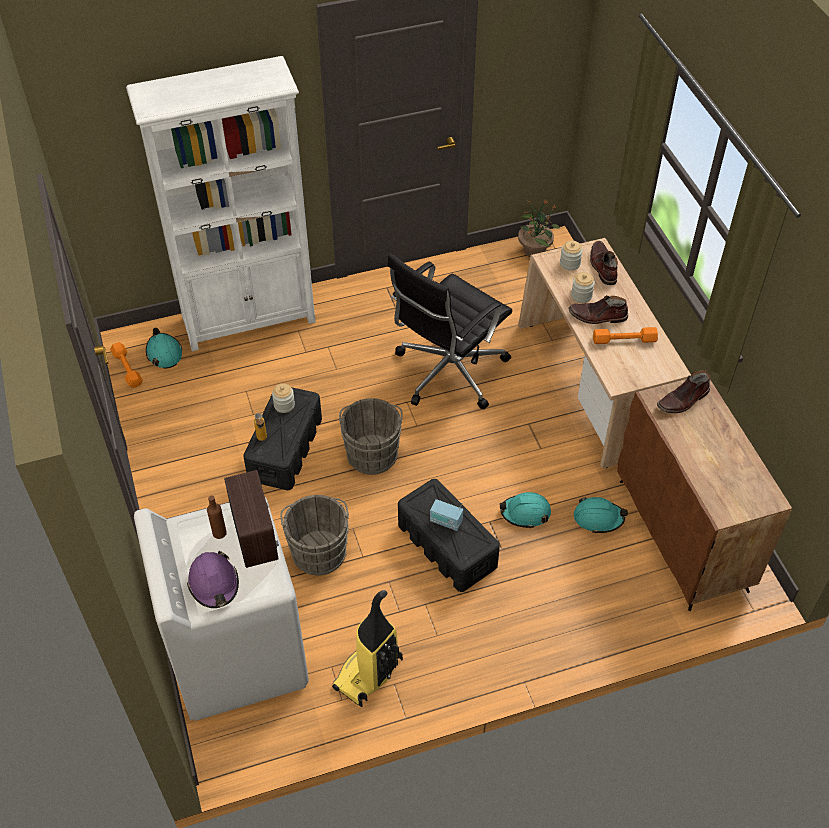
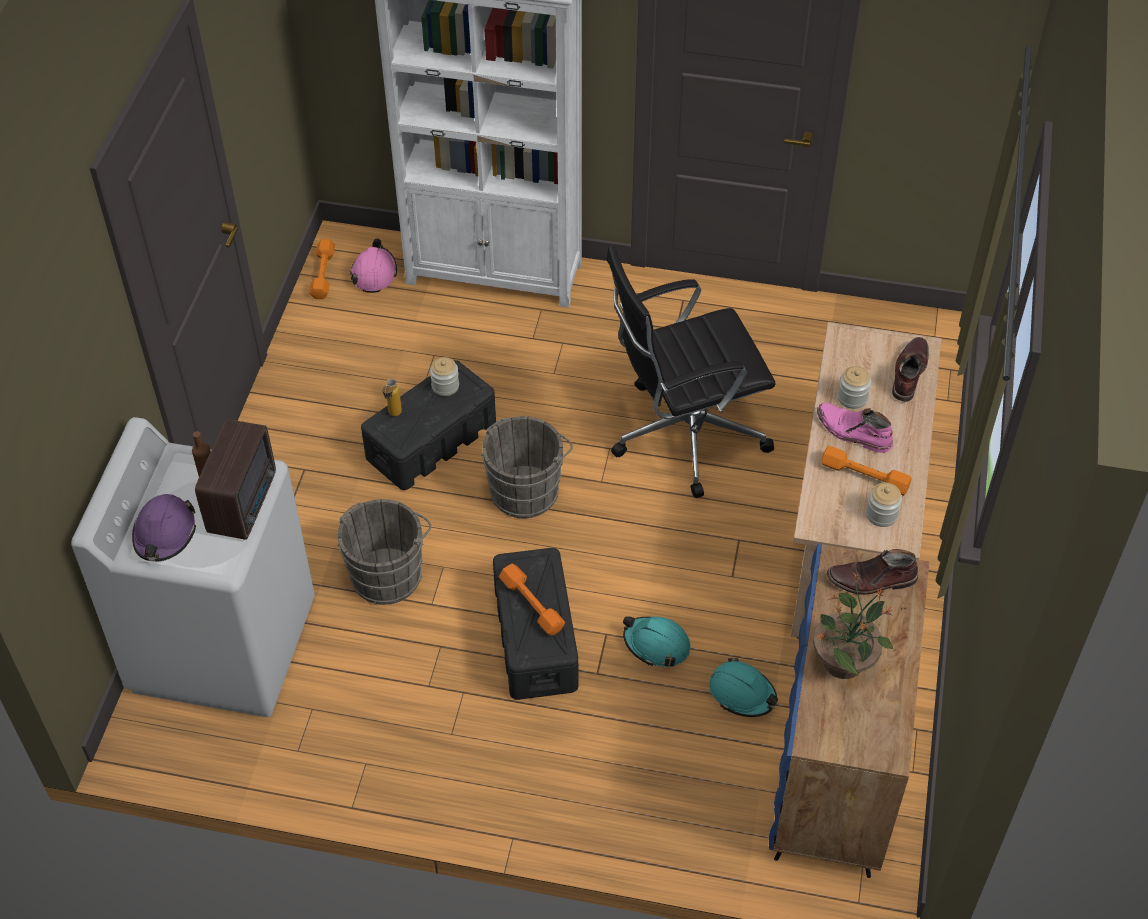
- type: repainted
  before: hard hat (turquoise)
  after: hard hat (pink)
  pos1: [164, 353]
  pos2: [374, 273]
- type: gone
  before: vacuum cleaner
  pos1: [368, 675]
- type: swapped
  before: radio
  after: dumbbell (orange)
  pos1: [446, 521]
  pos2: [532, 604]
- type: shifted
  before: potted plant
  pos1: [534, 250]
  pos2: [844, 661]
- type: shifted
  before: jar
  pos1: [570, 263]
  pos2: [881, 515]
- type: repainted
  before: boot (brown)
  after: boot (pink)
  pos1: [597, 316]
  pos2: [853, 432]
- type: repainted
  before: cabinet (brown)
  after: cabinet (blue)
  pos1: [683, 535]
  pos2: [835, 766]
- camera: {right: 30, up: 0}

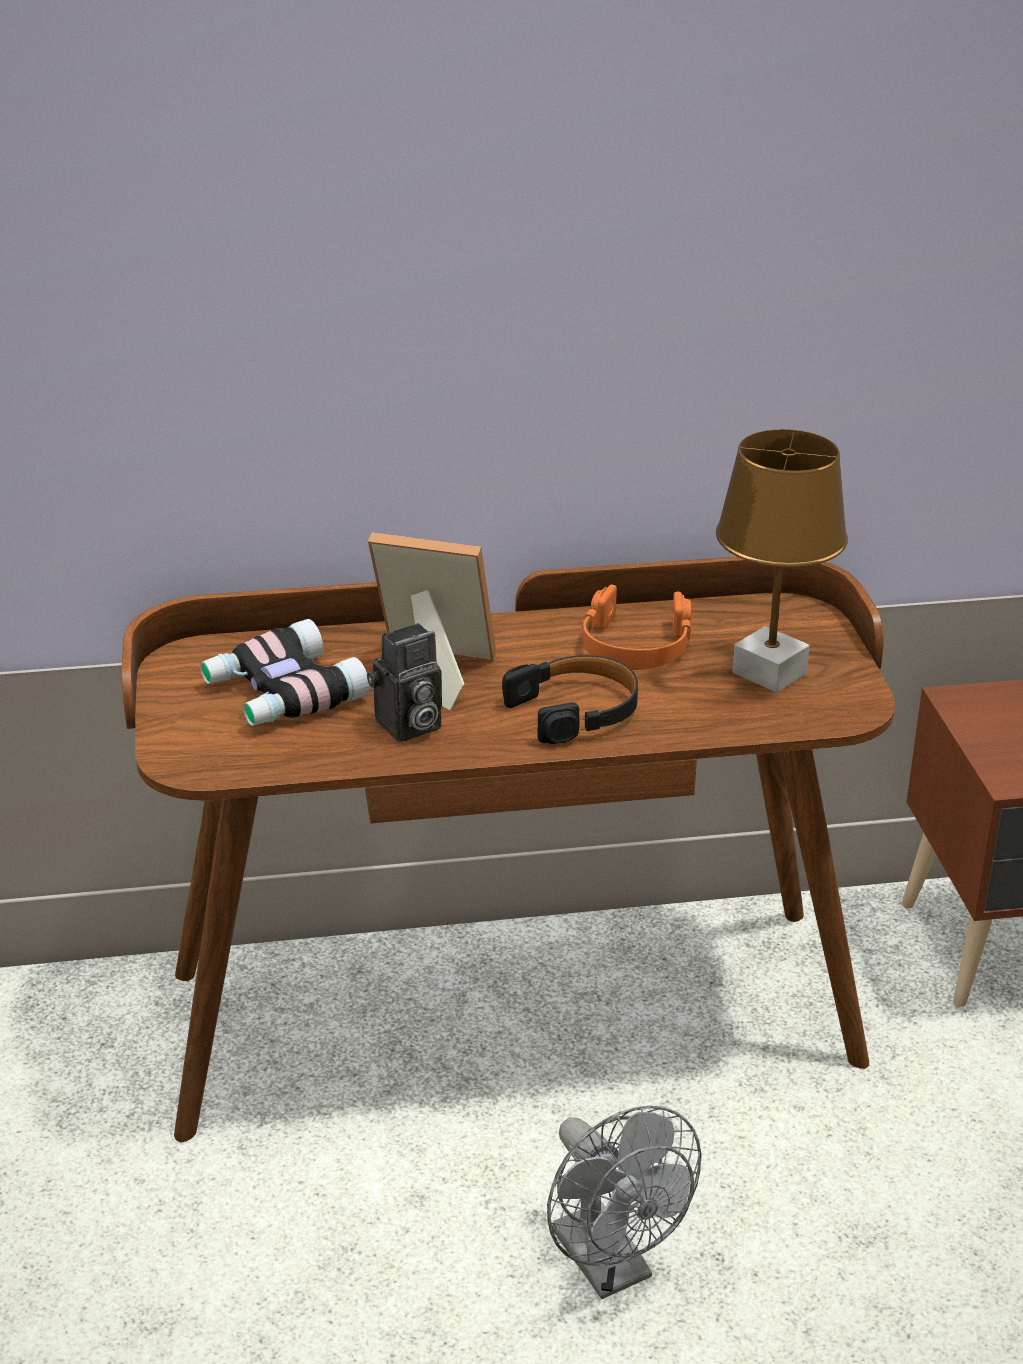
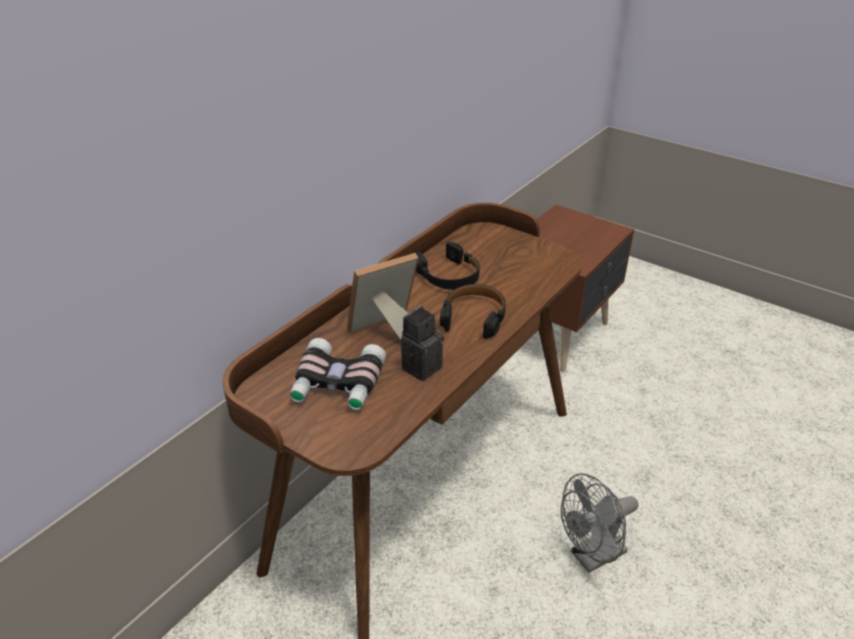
- type: rotated
  before: photo camera
  pos1: [407, 727]
  pos2: [421, 366]
  turn: -150
- type: rotated
  before: fan (grey)
  pos1: [612, 1267]
  pos2: [592, 557]
  turn: 135
- type: repainted
  before: headphones (orange)
  after: headphones (black)
  pos1: [635, 646]
  pos2: [449, 276]
- type: gone
  before: table lamp (brown)
  pos1: [768, 673]
- camera: {right: -45, up: 5}

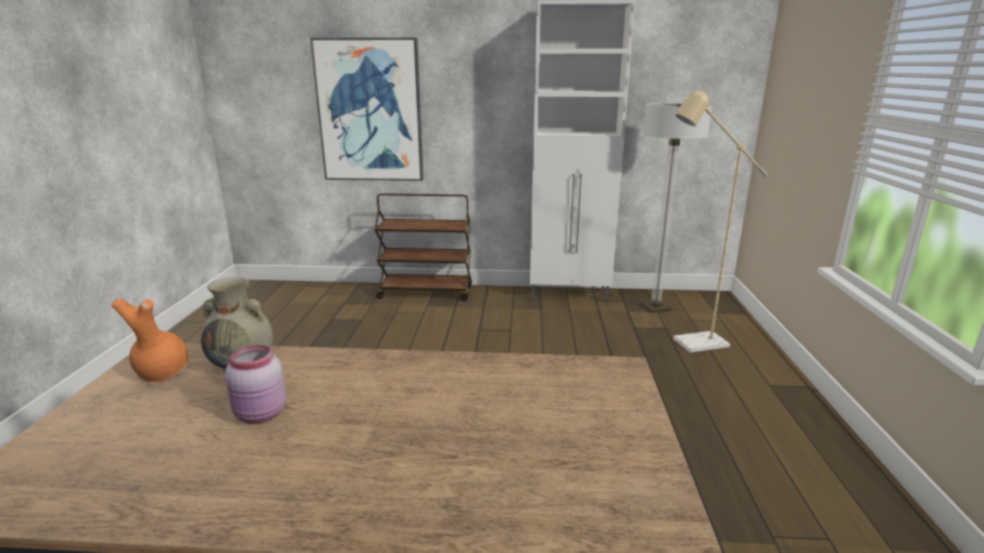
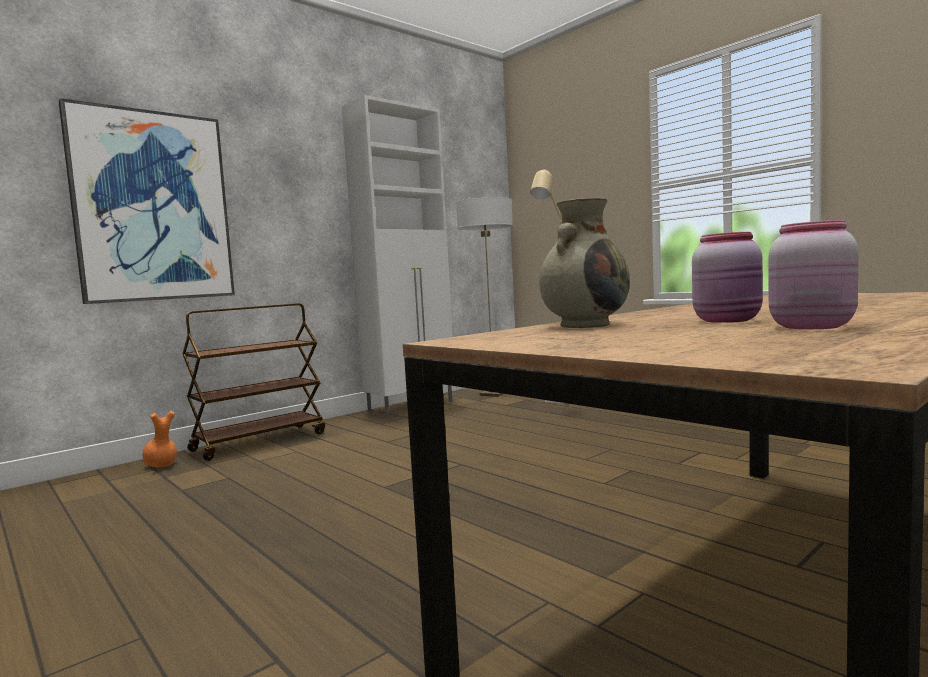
- type: shifted
  before: vase (orange)
  pos1: [161, 374]
  pos2: [161, 465]
- type: new
  after: jar (pink)
  pos2: [809, 326]
- camera: {right: -45, up: -15}

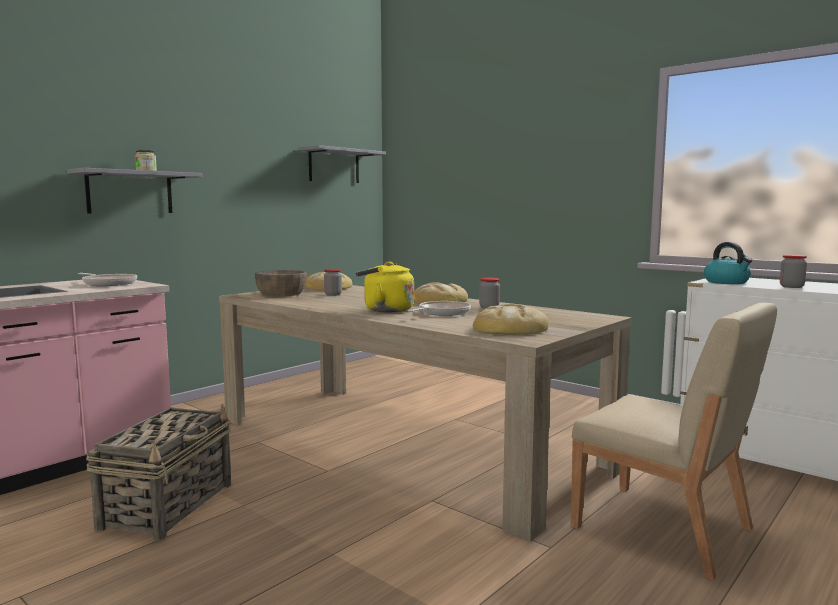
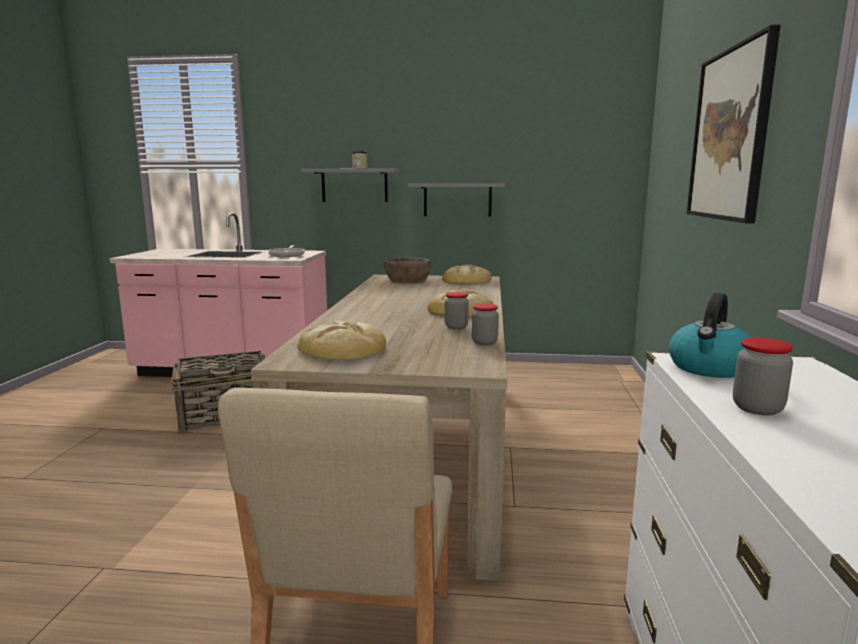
- type: shifted
  before: shelf (grey)
  pos1: [334, 166]
  pos2: [457, 200]
- type: shifted
  before: jar
  pos1: [333, 294]
  pos2: [484, 342]
- type: gone
  before: kettle (yellow)
  pos1: [385, 310]
- type: gone
  before: frying pan
  pos1: [442, 313]
- type: new
  after: picture
  pos2: [729, 135]
- camera: {right: 55, up: 5}

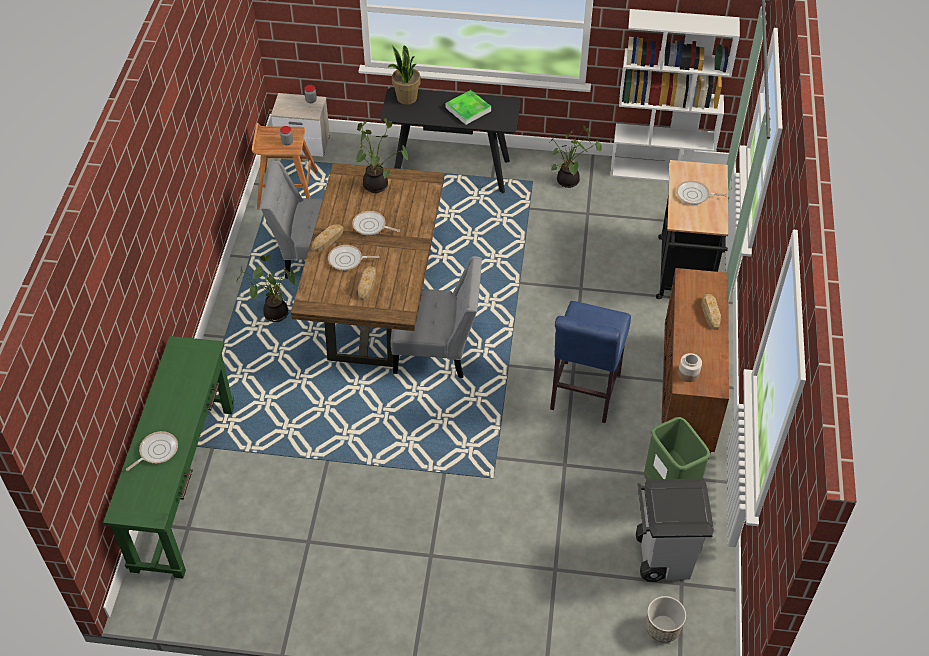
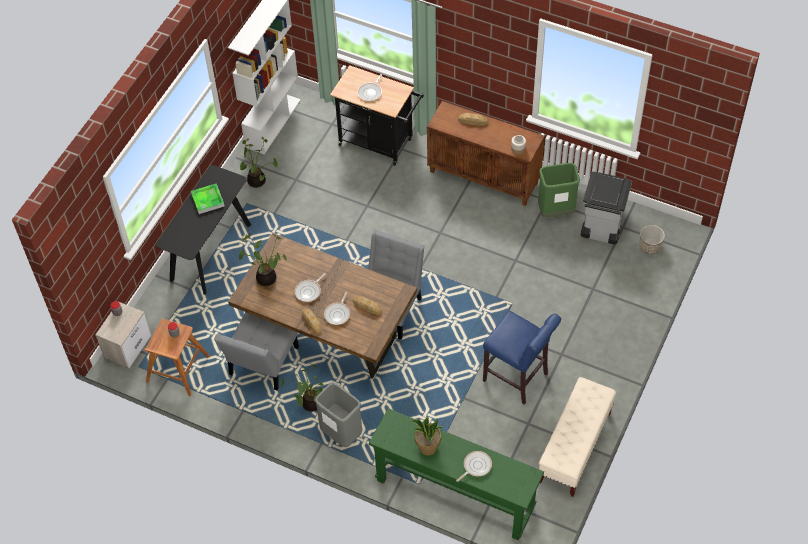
- type: rotated
  before: frying pan
  pos1: [156, 451]
  pos2: [476, 466]
  turn: 75
- type: shifted
  before: potted plant
  pos1: [406, 98]
  pos2: [428, 447]
- type: shifted
  before: stool (blue)
  pos1: [583, 395]
  pos2: [518, 379]
- type: new
  after: trash can (grey)
  pos2: [341, 434]
- type: new
  after: bench (beige)
  pos2: [574, 448]
- camera: {right: -70, up: 5}

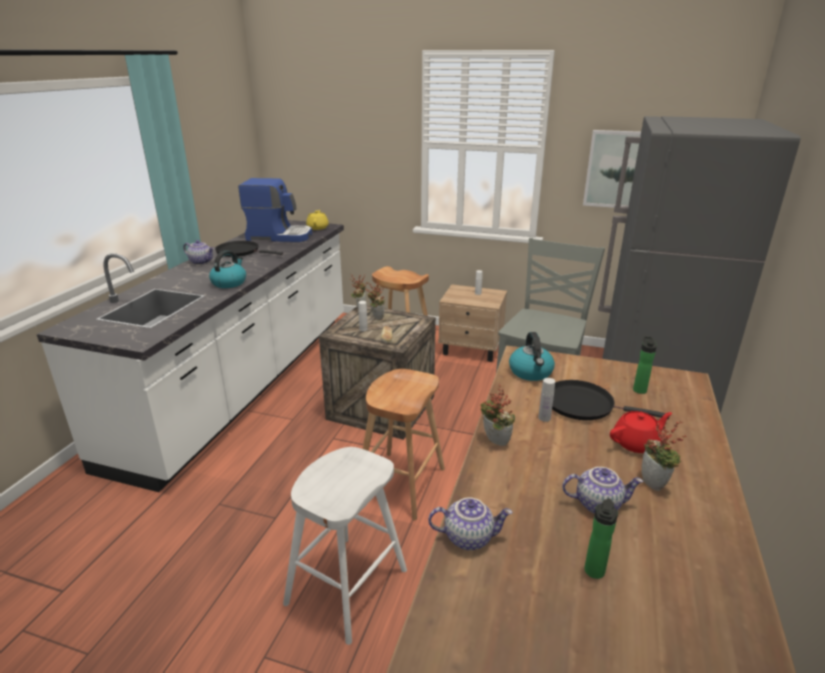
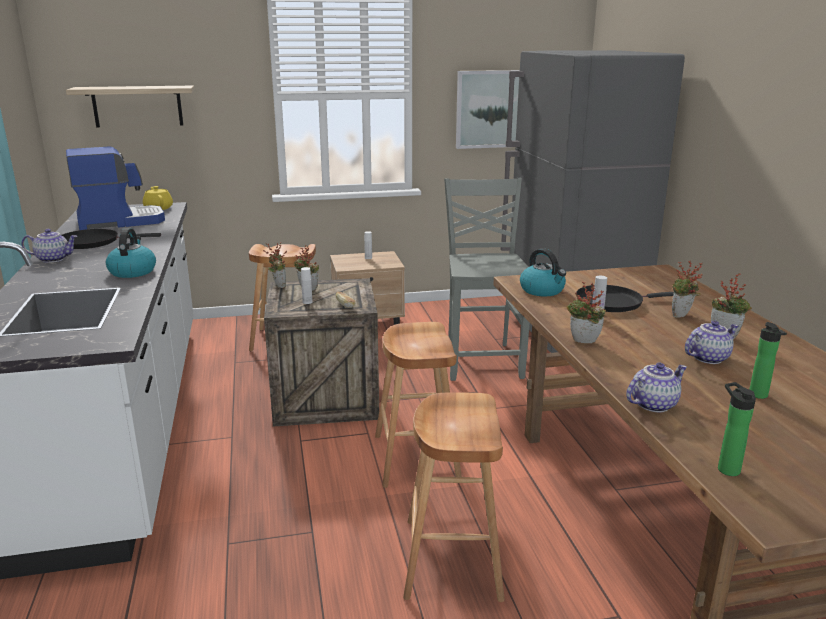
- type: repainted
  before: stool (white)
  after: stool (brown)
  pos1: [346, 587]
  pos2: [452, 559]
- type: swapped
  before: teapot (red)
  after: potted plant
  pos1: [636, 443]
  pos2: [681, 316]
- type: shifted
  before: bottle
  pos1: [639, 389]
  pos2: [726, 468]
- type: new
  after: shelf
  pos2: [137, 106]
- camera: {right: -30, up: -5}

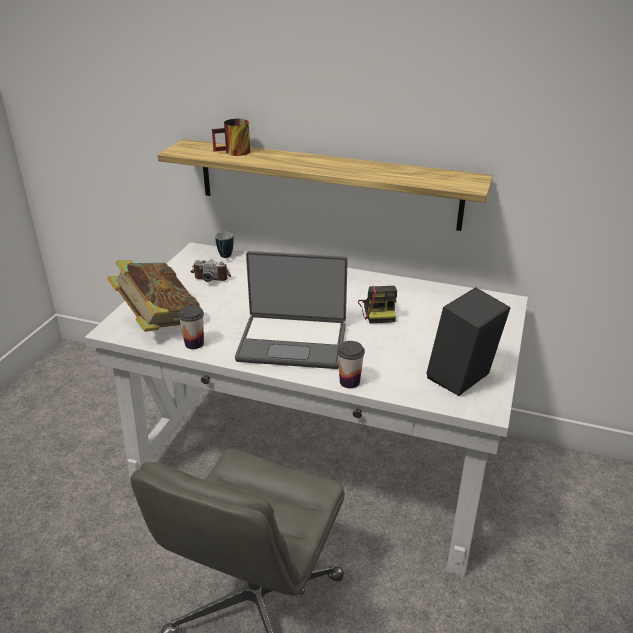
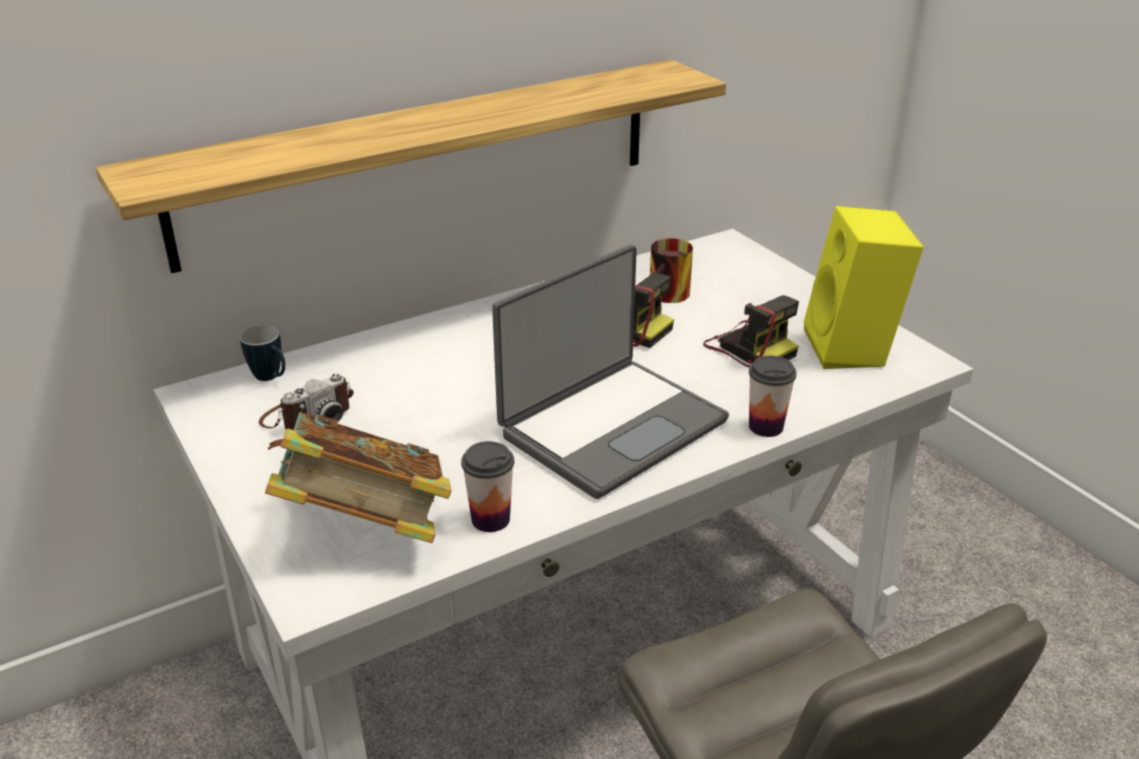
- type: shifted
  before: mug
  pos1: [233, 153]
  pos2: [670, 297]
- type: repainted
  before: speaker (black)
  after: speaker (yellow)
  pos1: [461, 380]
  pos2: [853, 350]
- type: new
  after: photo camera
  pos2: [749, 348]
- camera: {right: -50, up: 0}

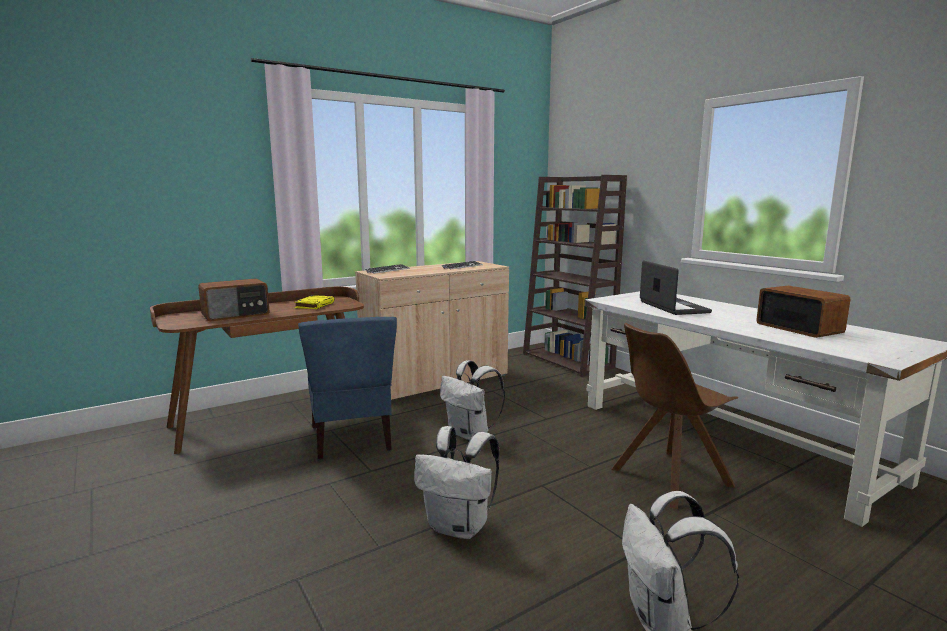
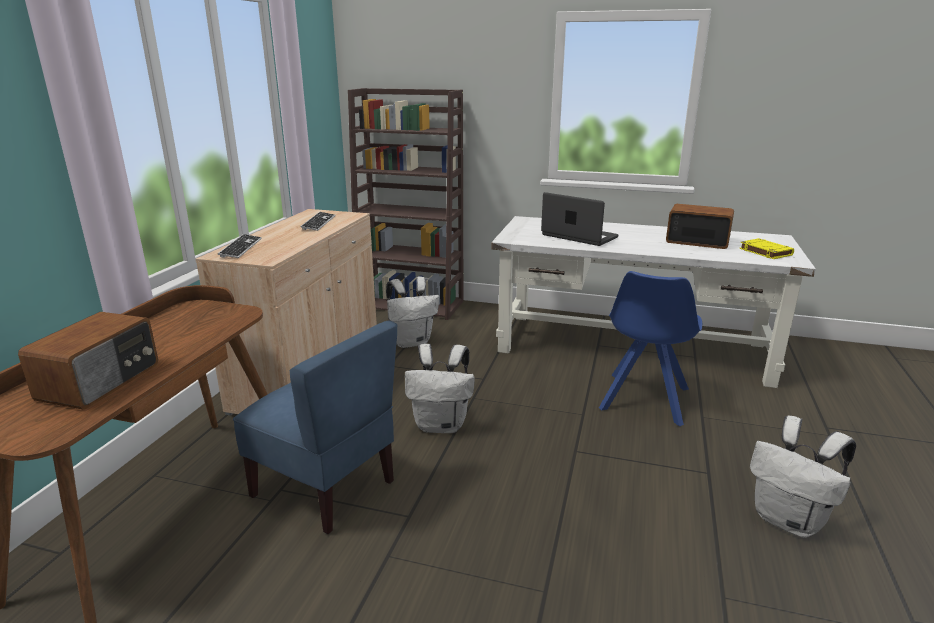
- type: shifted
  before: book (yellow)
  pos1: [315, 305]
  pos2: [765, 252]
- type: shifted
  before: backpack (white)
  pos1: [459, 527]
  pos2: [411, 342]
- type: repainted
  before: chair (brown)
  after: chair (blue)
  pos1: [668, 478]
  pos2: [644, 400]
- camera: {right: -40, up: 10}

